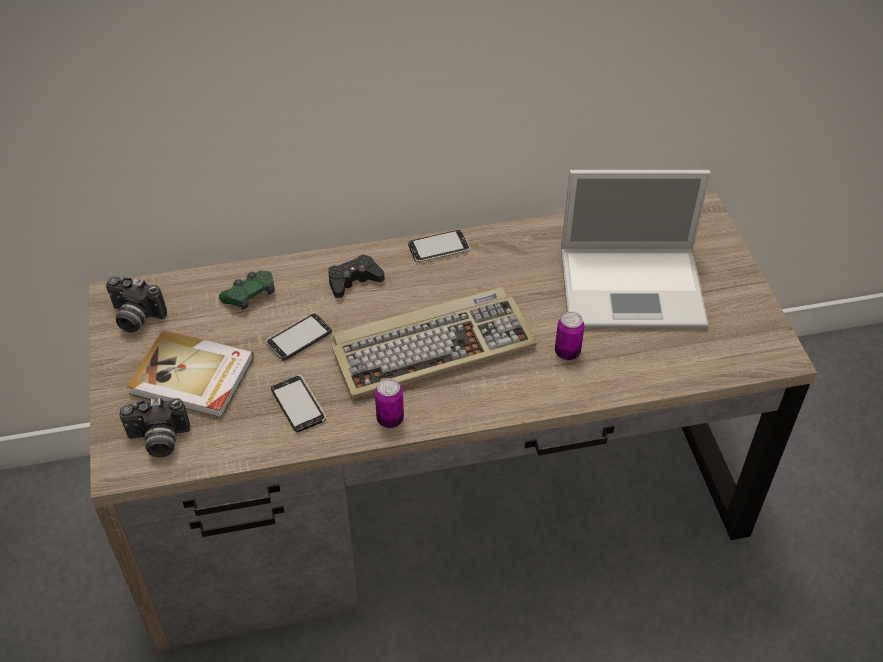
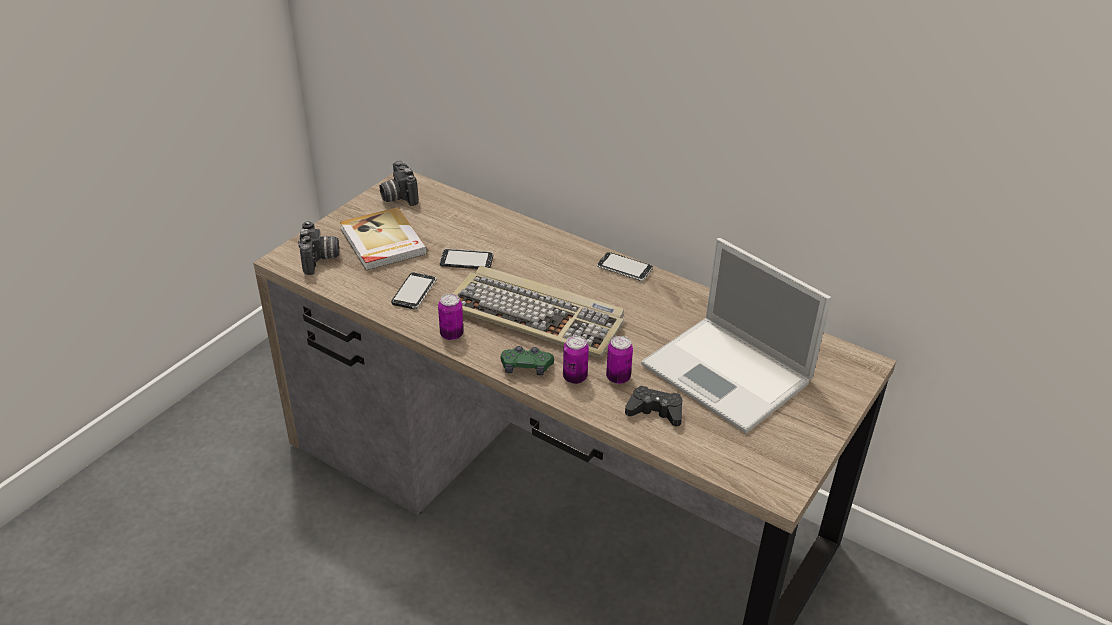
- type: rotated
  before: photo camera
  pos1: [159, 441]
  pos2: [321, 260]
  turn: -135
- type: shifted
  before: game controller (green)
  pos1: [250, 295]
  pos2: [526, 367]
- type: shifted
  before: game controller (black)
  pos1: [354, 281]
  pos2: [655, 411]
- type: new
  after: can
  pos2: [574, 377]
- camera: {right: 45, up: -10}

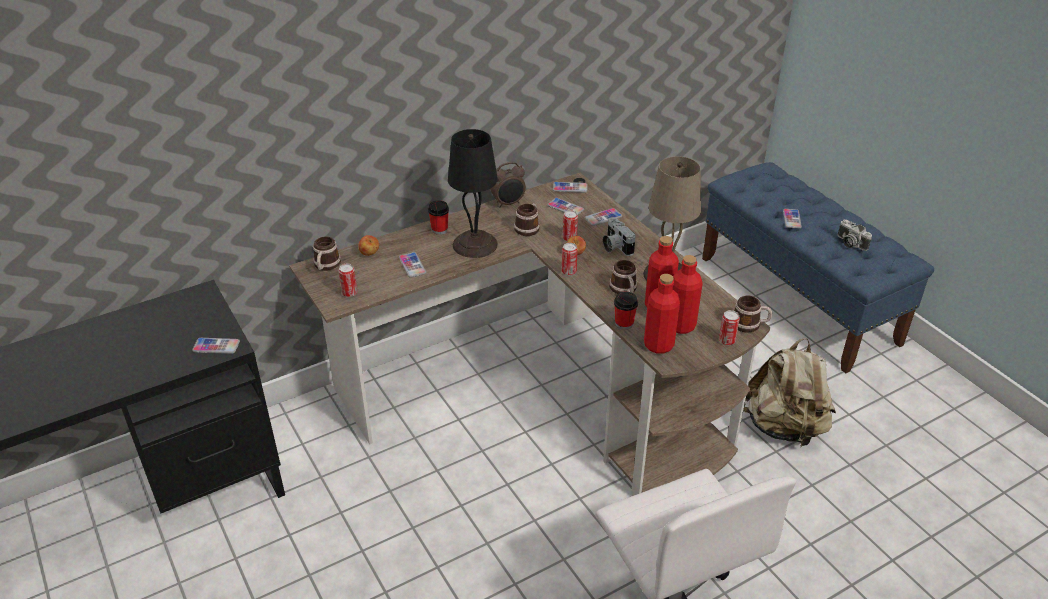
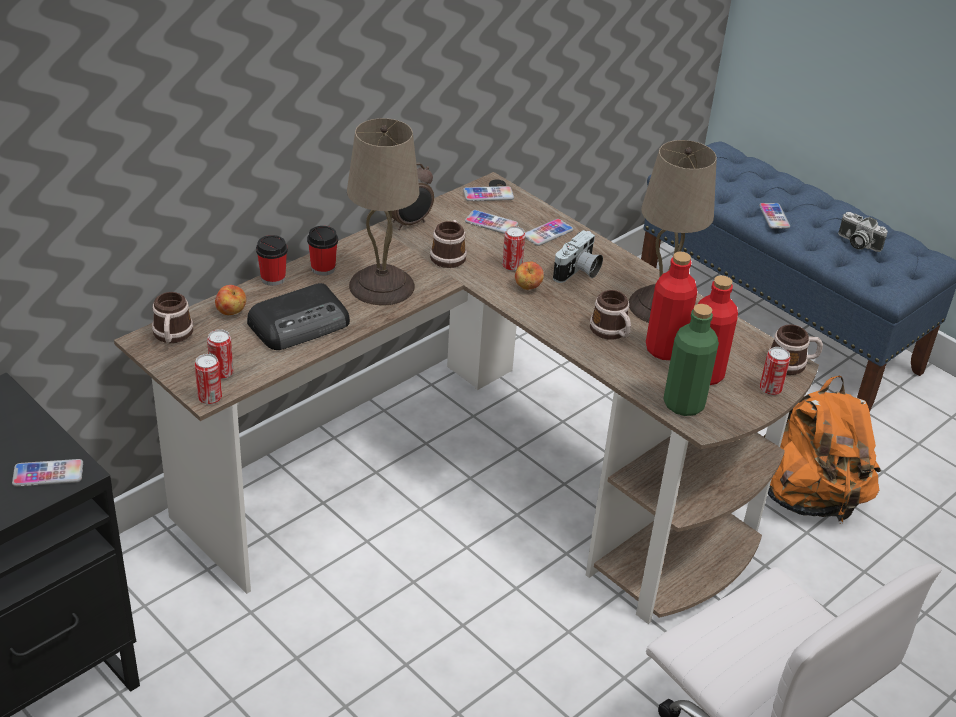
- type: swapped
  before: phone
  after: radio
  pos1: [412, 265]
  pos2: [301, 324]
- type: repainted
  before: table lamp (black)
  after: table lamp (beige)
  pos1: [474, 244]
  pos2: [380, 286]
- type: shifted
  before: can
  pos1: [569, 271]
  pos2: [210, 398]
- type: rotated
  before: photo camera
  pos1: [615, 246]
  pos2: [578, 272]
  turn: -105
- type: shifted
  before: cup
  pos1: [624, 324]
  pos2: [273, 278]
- type: repainted
  before: bottle (red)
  after: bottle (green)
  pos1: [658, 345]
  pos2: [683, 404]
- type: repainted
  before: backpack (beige)
  after: backpack (orange)
  pos1: [784, 427]
  pos2: [808, 499]
- camera: {right: -15, up: 0}

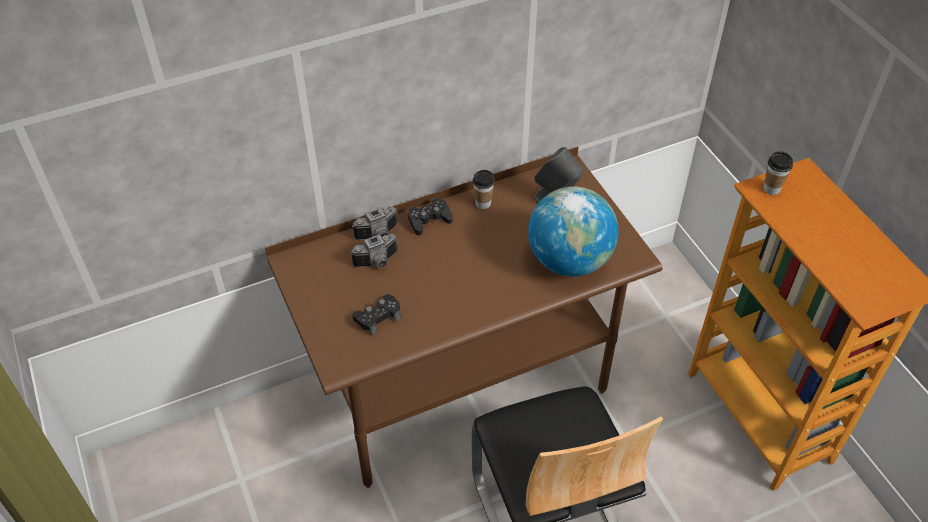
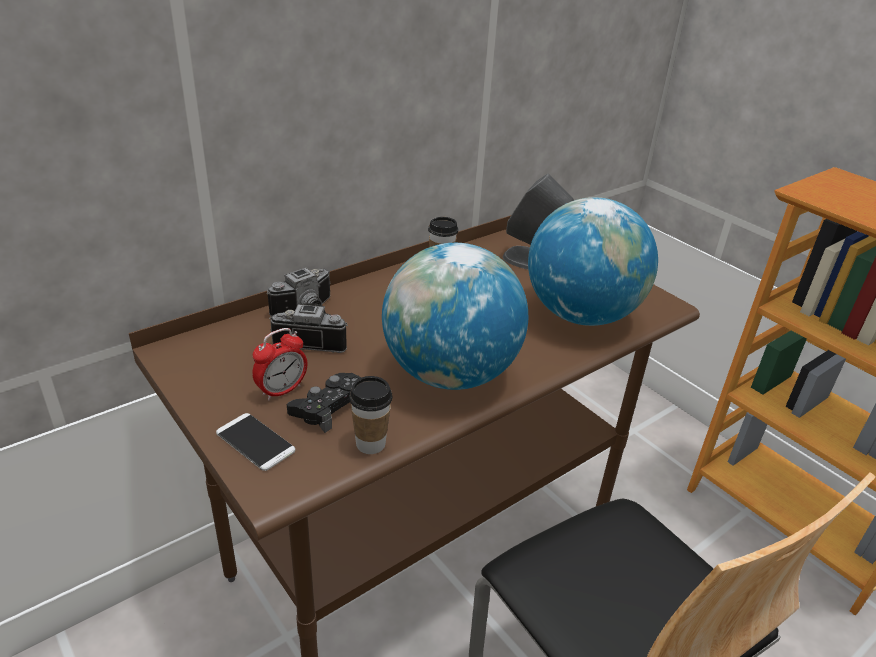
- type: rotated
  before: photo camera
  pos1: [378, 262]
  pos2: [312, 340]
  turn: -135
- type: gone
  before: game controller (black)
  pos1: [429, 220]
- type: shifted
  before: cup
  pos1: [771, 189]
  pos2: [370, 444]
- type: new
  after: phone
  pos2: [255, 442]
- type: new
  after: alarm clock
  pos2: [282, 390]
- type: new
  after: globe
  pos2: [450, 374]
- camera: {right: -15, up: -15}

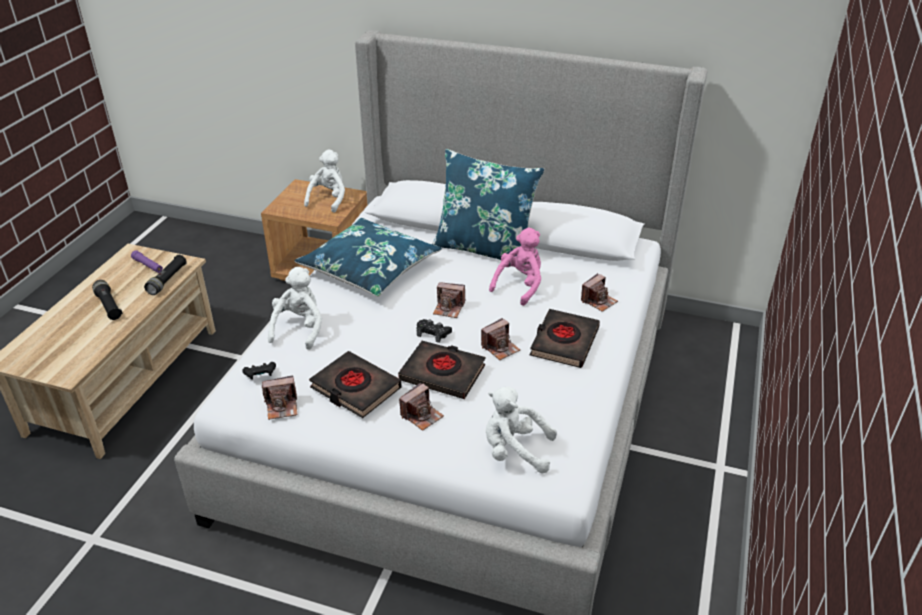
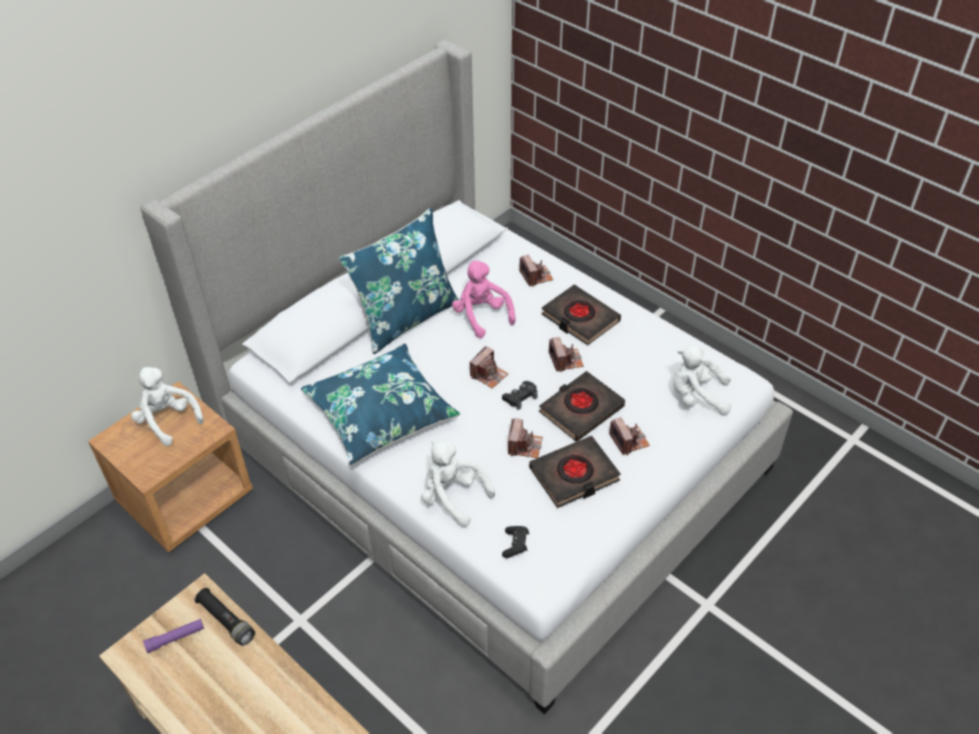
- type: gone
  before: flashlight (black)
  pos1: [109, 306]
- type: shifted
  before: photo camera
  pos1: [282, 406]
  pos2: [524, 445]
- type: rotated
  before: plush toy (white)
  pos1: [514, 451]
  pos2: [696, 397]
  turn: 60
- camera: {right: -65, up: 10}

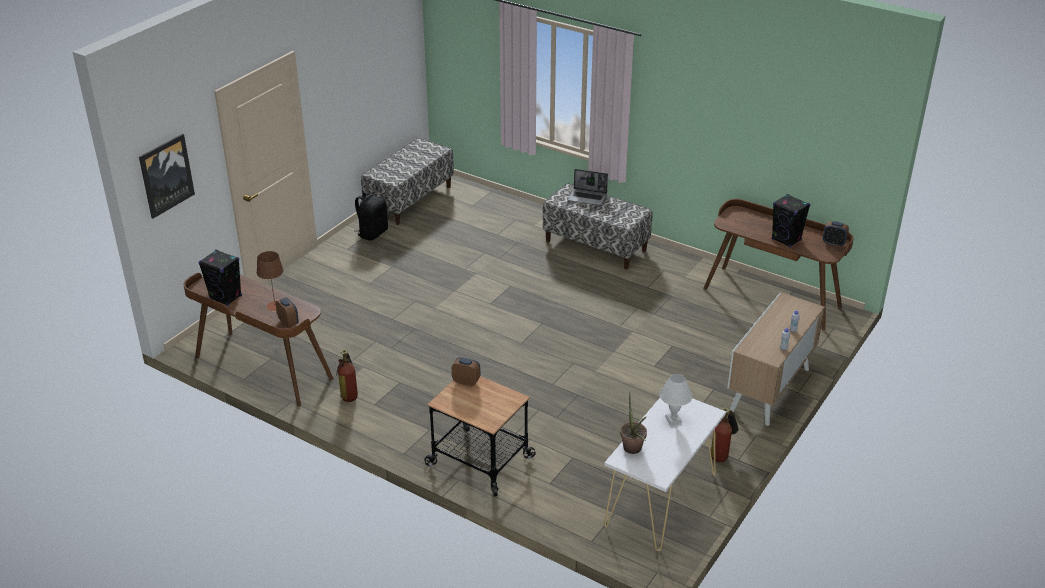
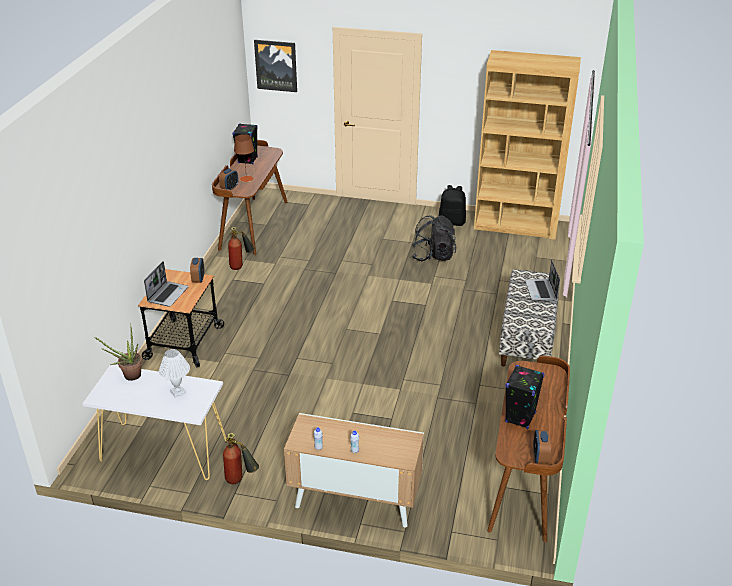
- type: swapped
  before: bench
  after: bookcase (brown)
  pos1: [409, 200]
  pos2: [516, 225]
- type: new
  after: laptop
  pos2: [168, 294]
- type: new
  after: backpack (black)
  pos2: [433, 256]
- camera: {right: 70, up: 0}

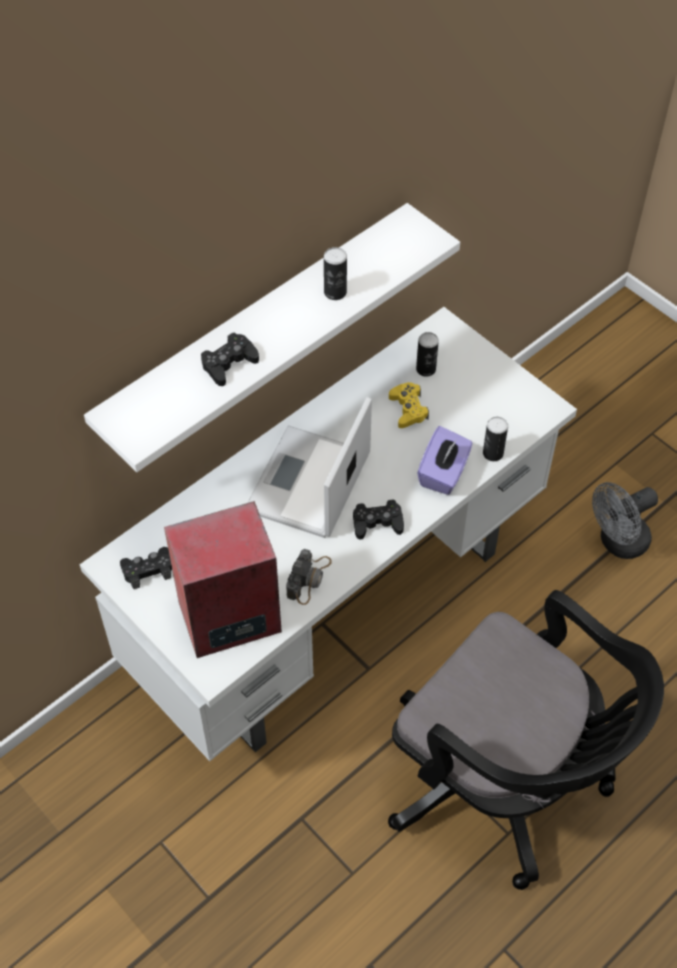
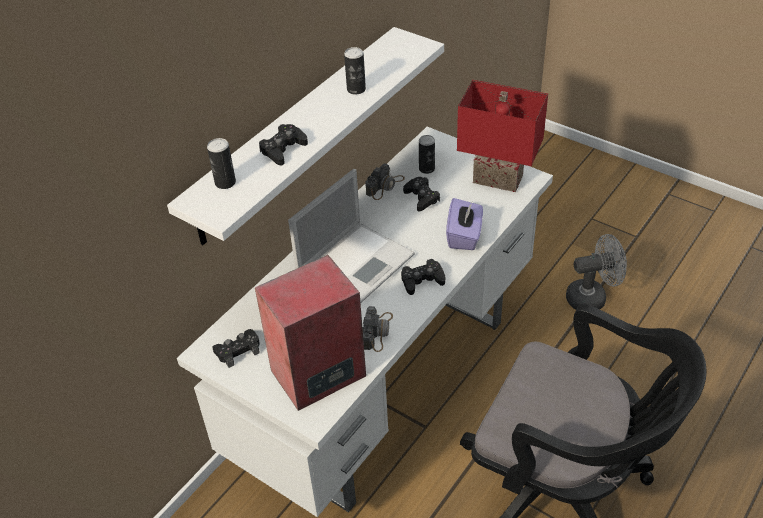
- type: rotated
  before: laptop
  pos1: [308, 484]
  pos2: [356, 263]
  turn: -150
- type: repainted
  before: game controller (yellow)
  after: game controller (black)
  pos1: [408, 409]
  pos2: [421, 197]
- type: shifted
  before: can
  pos1: [493, 453]
  pos2: [225, 182]
- type: rotated
  before: fan (grey)
  pos1: [617, 543]
  pos2: [592, 297]
  turn: -150
- type: new
  after: photo camera
  pos2: [385, 186]
- type: new
  after: table lamp (red)
  pos2: [499, 177]
- camera: {right: -10, up: -10}

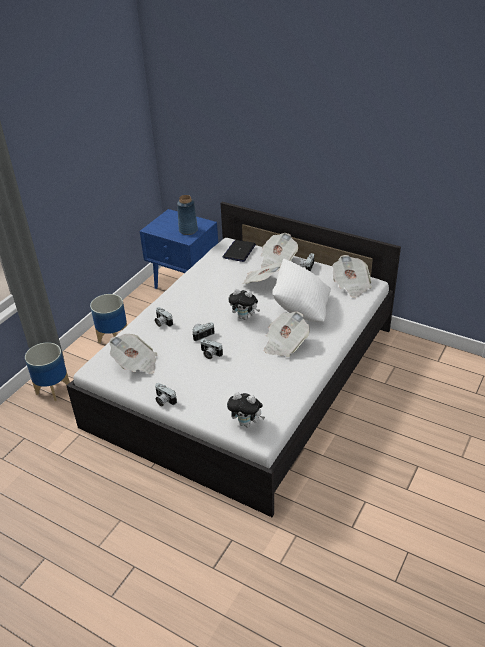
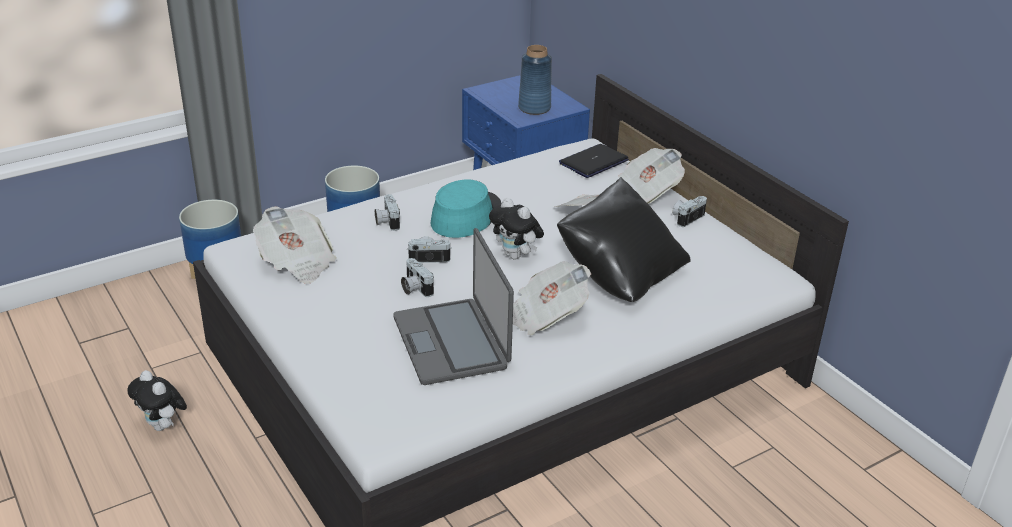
- type: gone
  before: photo camera
  pos1: [164, 400]
- type: shifted
  before: plush toy
  pos1: [246, 423]
  pos2: [163, 426]
- type: repainted
  before: pillow (white)
  after: pillow (black)
  pos1: [301, 309]
  pos2: [620, 275]
- type: gone
  before: newspaper
  pos1: [351, 285]
- type: new
  after: laptop
  pos2: [452, 342]
- type: new
  after: hat (turquoise)
  pos2: [466, 216]
- camera: {right: 25, up: -5}

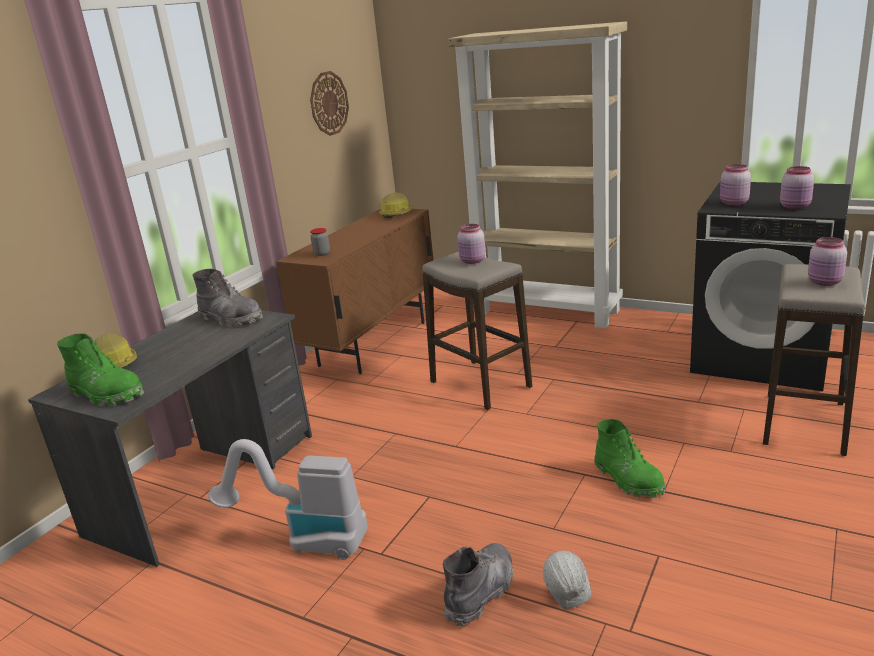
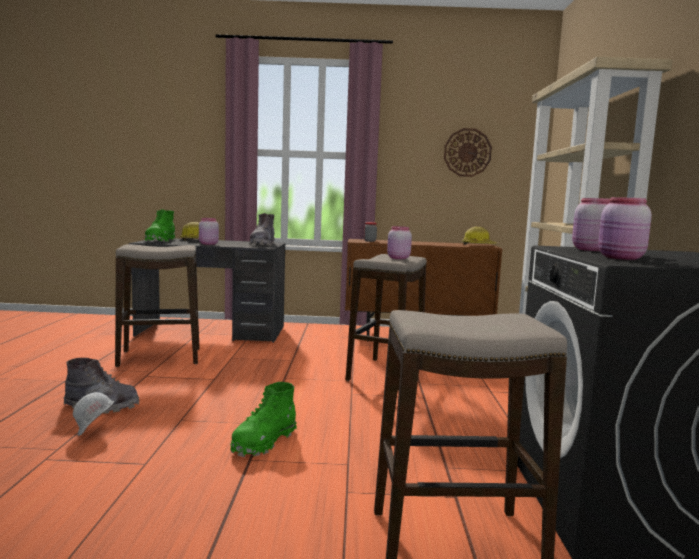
- type: swapped
  before: vacuum cleaner
  after: stool
  pos1: [303, 539]
  pos2: [160, 357]
- type: shifted
  before: jar (pink)
  pos1: [825, 282]
  pos2: [208, 244]
- camera: {right: 60, up: -15}

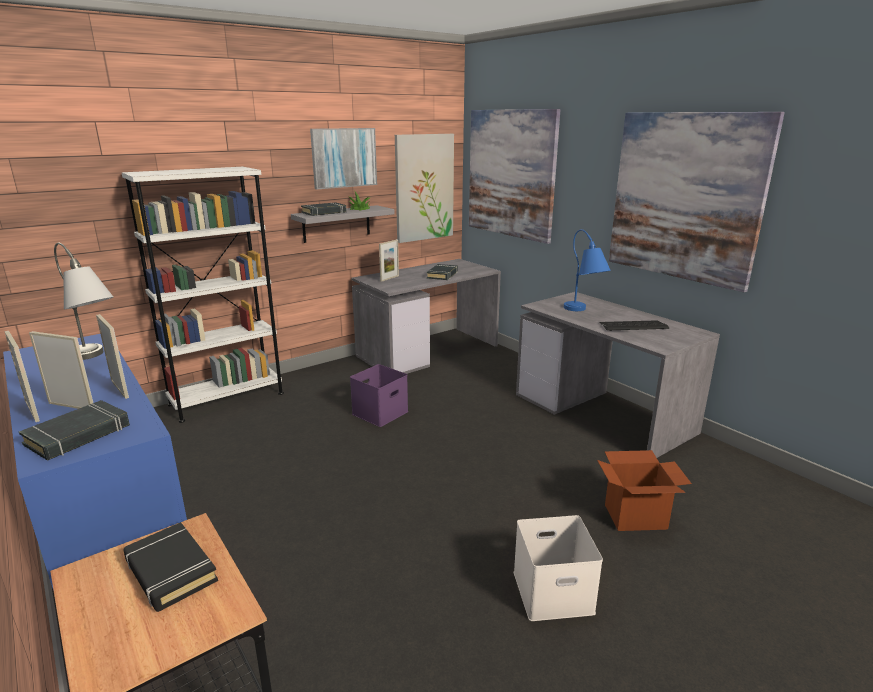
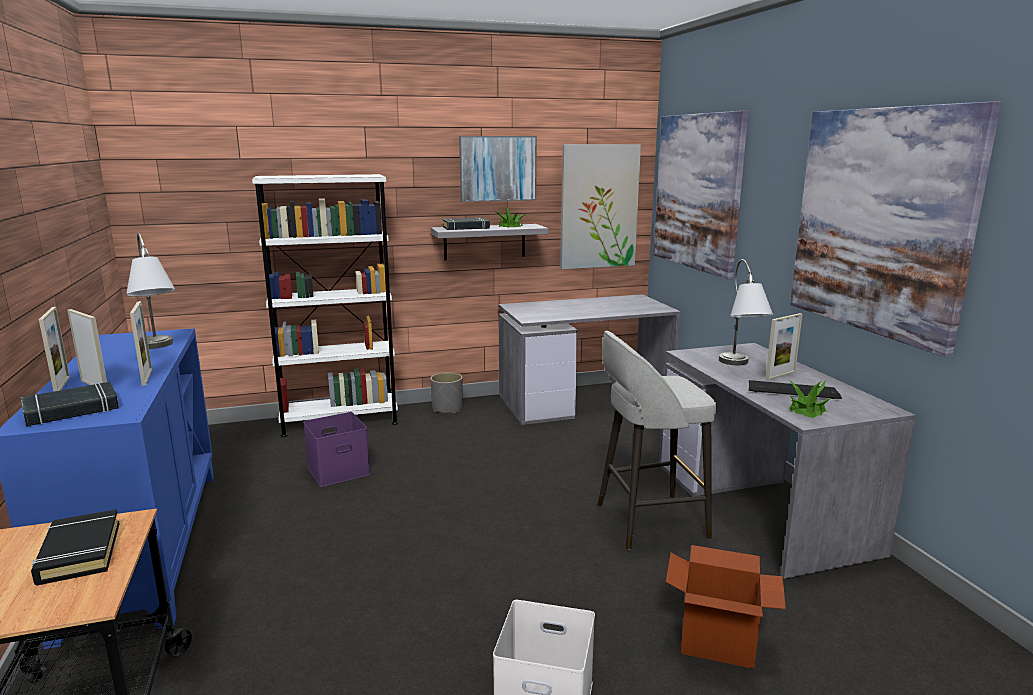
- type: shifted
  before: storage box (purple)
  pos1: [380, 413]
  pos2: [337, 471]
- type: shifted
  before: picture frame
  pos1: [389, 278]
  pos2: [780, 375]
- type: gone
  before: book (black)
  pos1: [442, 275]
- type: repainted
  before: table lamp (blue)
  after: table lamp (grey)
  pos1: [583, 312]
  pos2: [740, 367]
- type: new
  after: planter (grey)
  pos2: [447, 408]
- type: new
  after: stool (grey)
  pos2: [648, 521]
- type: new
  after: potted plant
  pos2: [808, 410]
- camera: {right: 20, up: -5}

